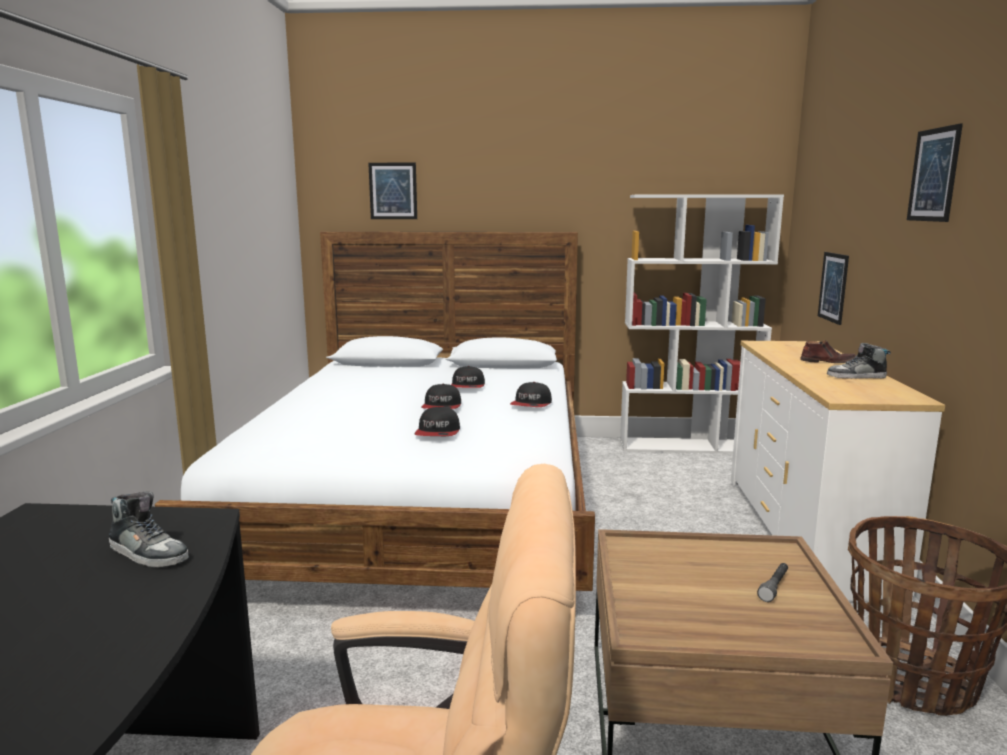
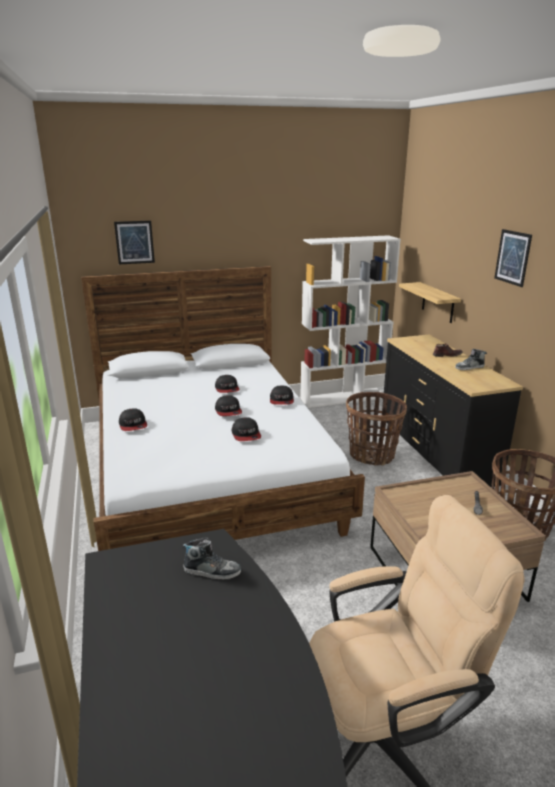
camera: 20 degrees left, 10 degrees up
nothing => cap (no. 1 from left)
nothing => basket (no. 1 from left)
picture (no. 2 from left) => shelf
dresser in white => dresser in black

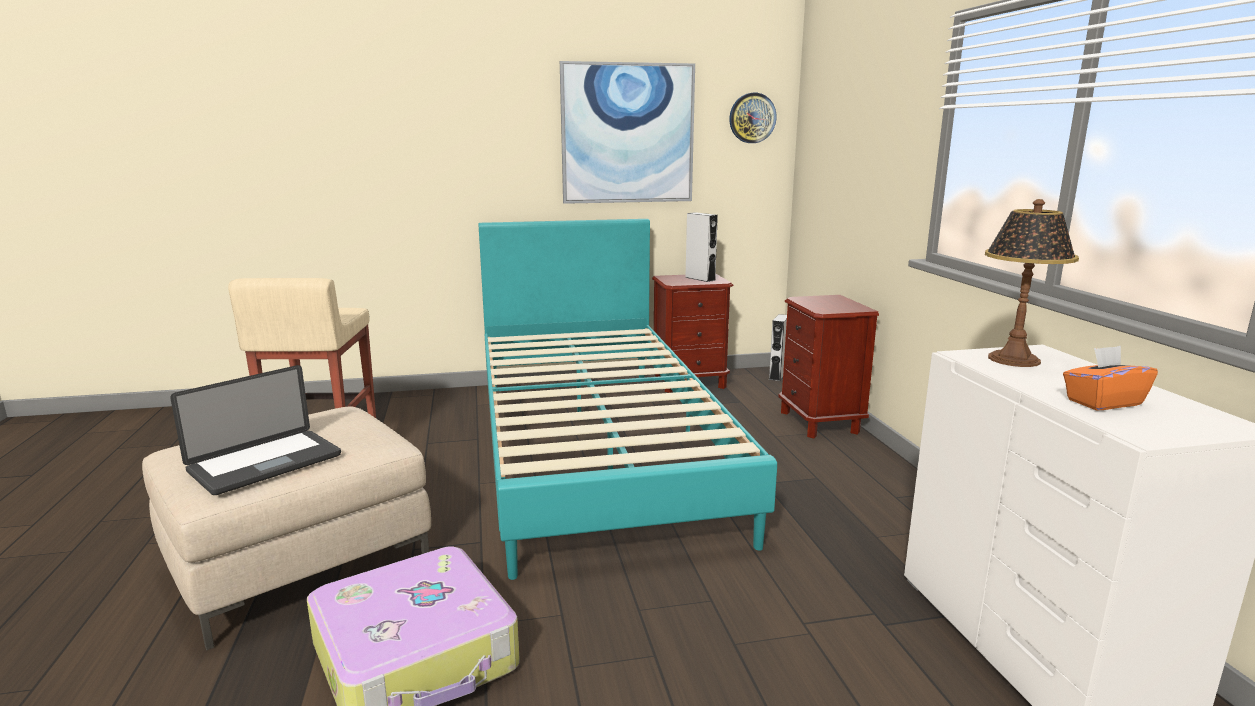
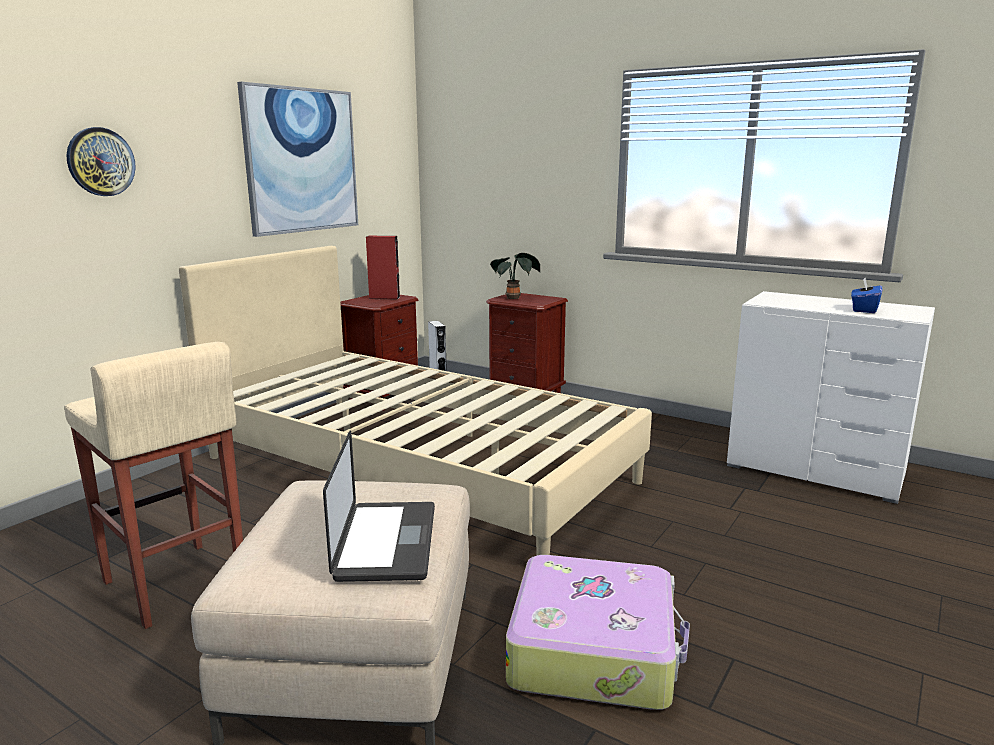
camera: 45 degrees left, 0 degrees up
table lamp => nothing
nothing => potted plant
wall clock, relocated
bed in turquoise => bed in beige
speaker in grey (no. 1 from left) => speaker in red
tissue box in orange => tissue box in blue

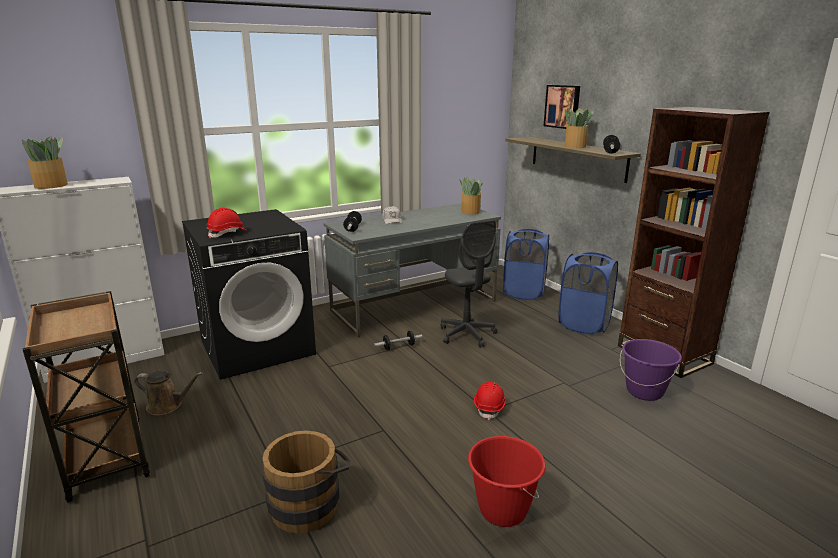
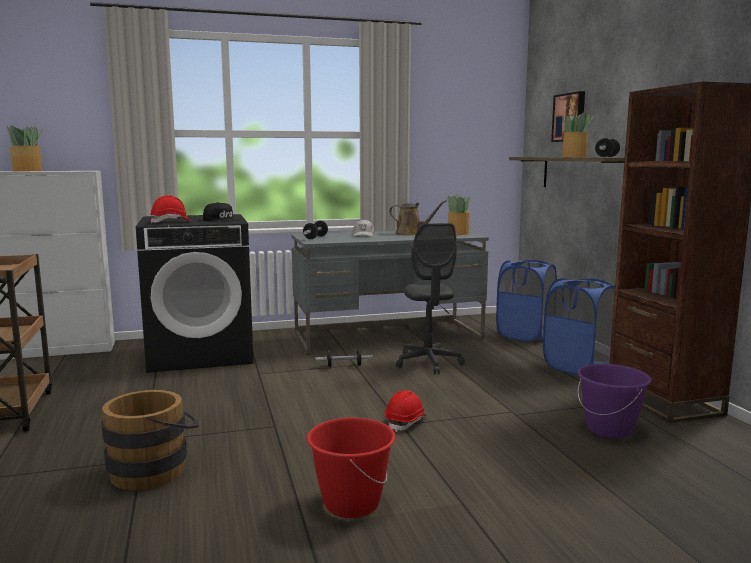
camera: 15 degrees right, 10 degrees down
nothing => cap in black
watering can in brown, relocated

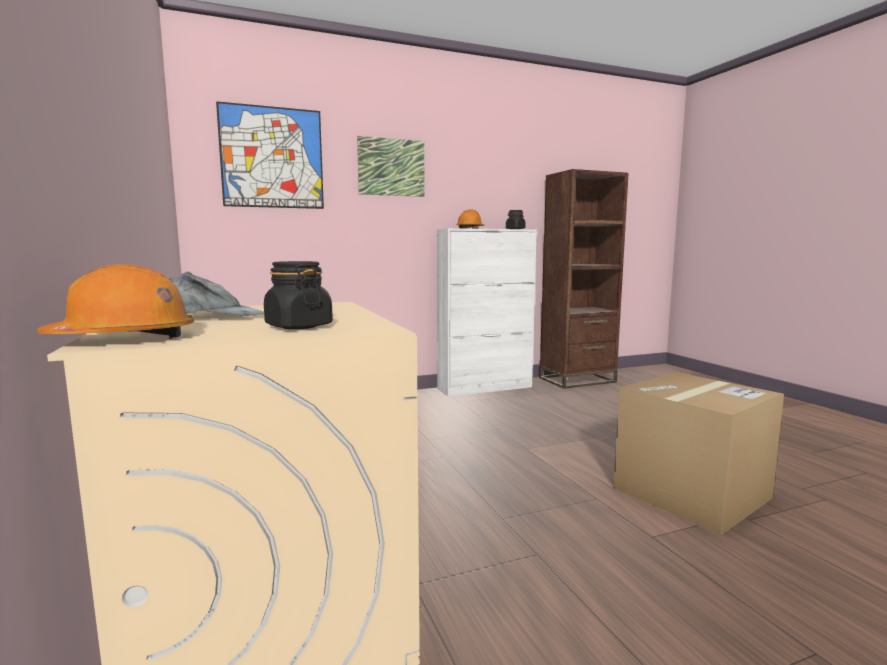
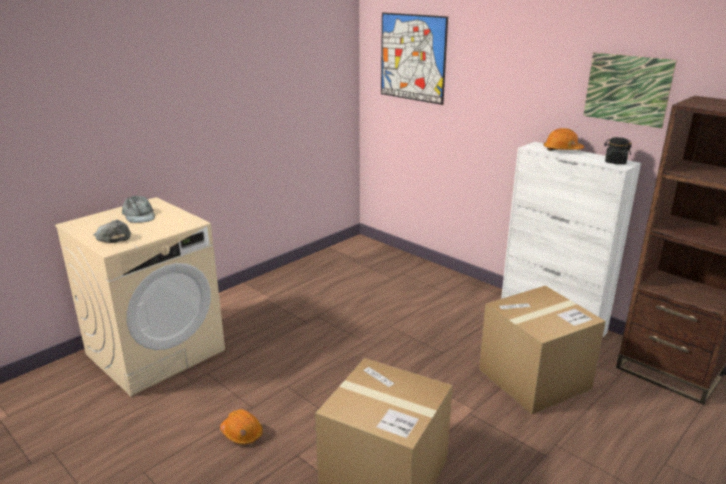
camera: 65 degrees right, 15 degrees up
nothing => cardboard box (no. 2 from left)
hard hat in orange (no. 1 from left), relocated
picture (no. 2 from left), relocated
jar in black (no. 1 from left) => cap in grey (no. 1 from left)

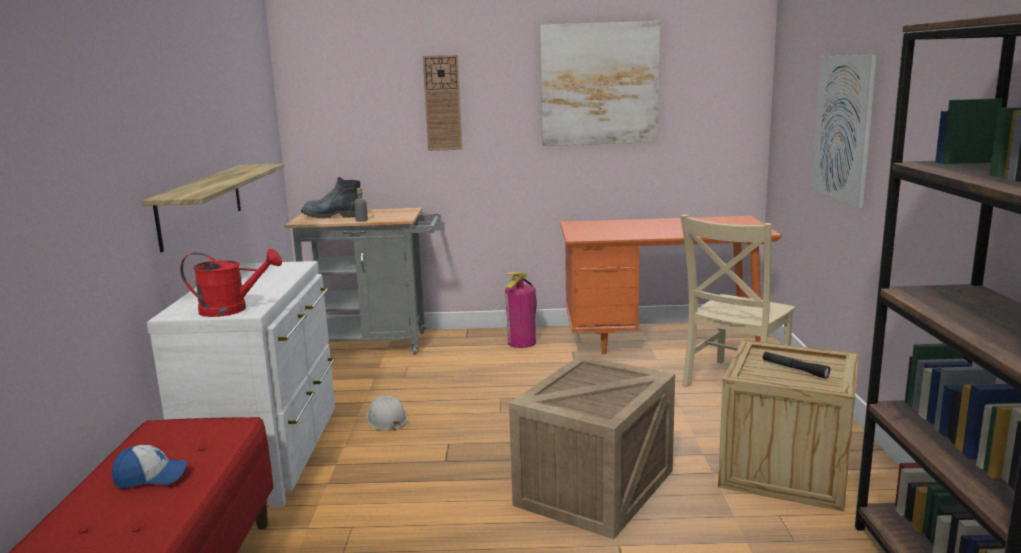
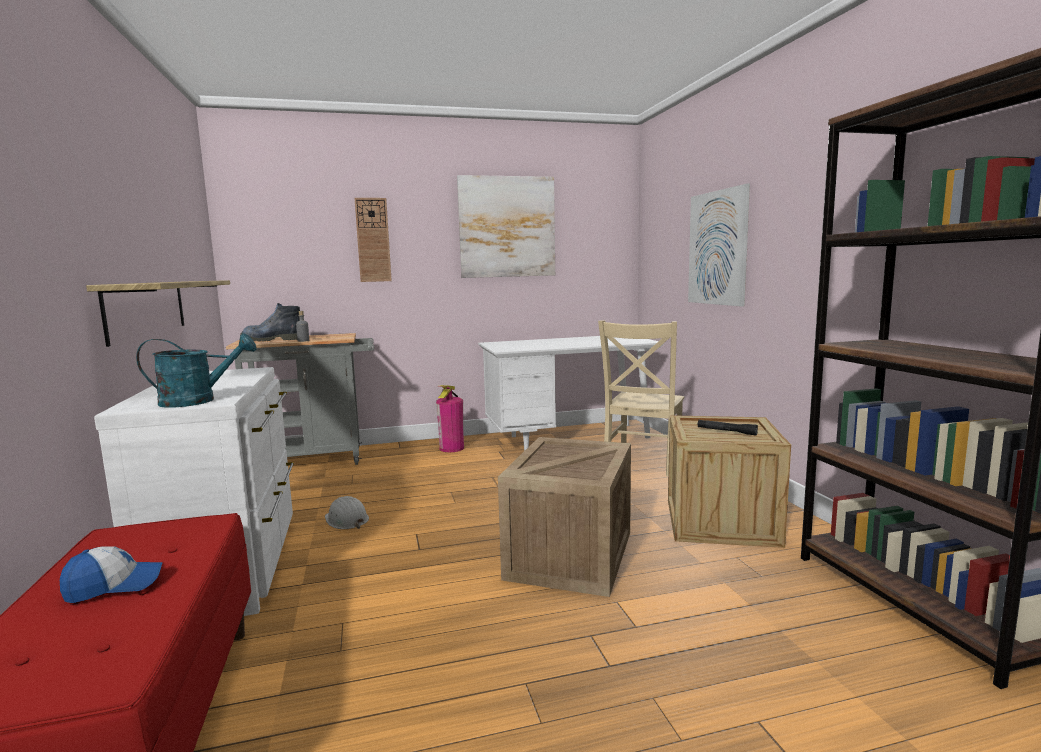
camera: 15 degrees left, 5 degrees down
watering can in red => watering can in turquoise
desk in orange => desk in white

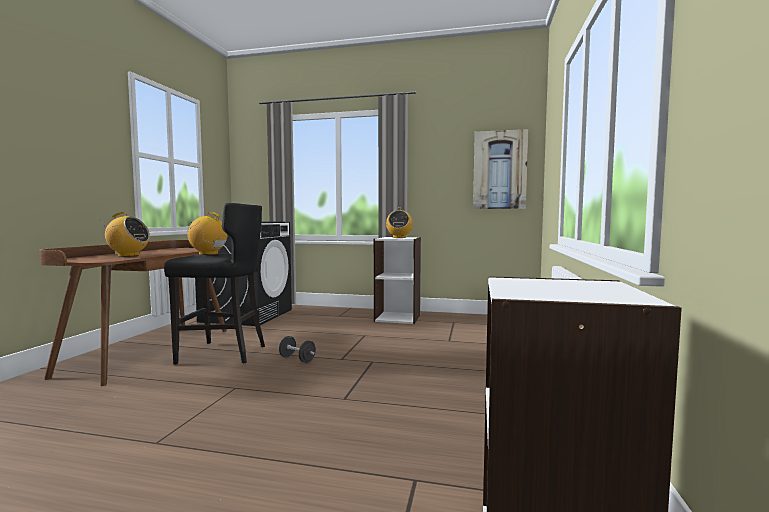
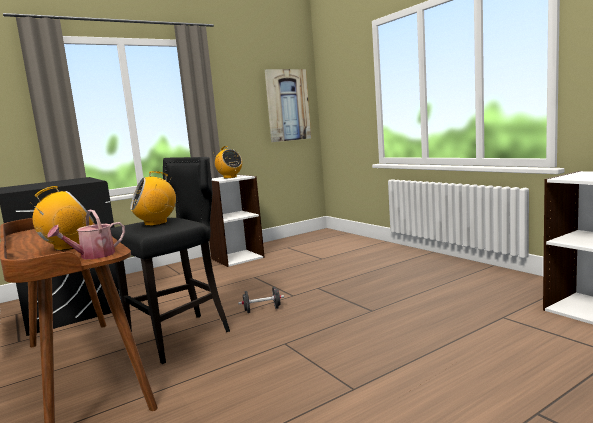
camera: 45 degrees left, 5 degrees up
nothing => watering can

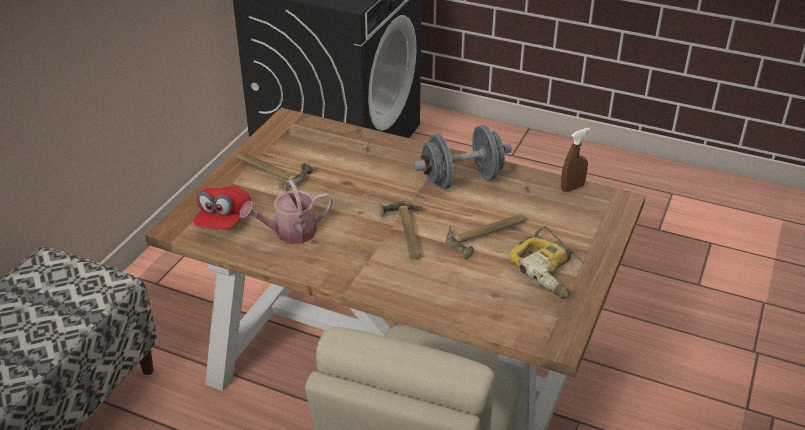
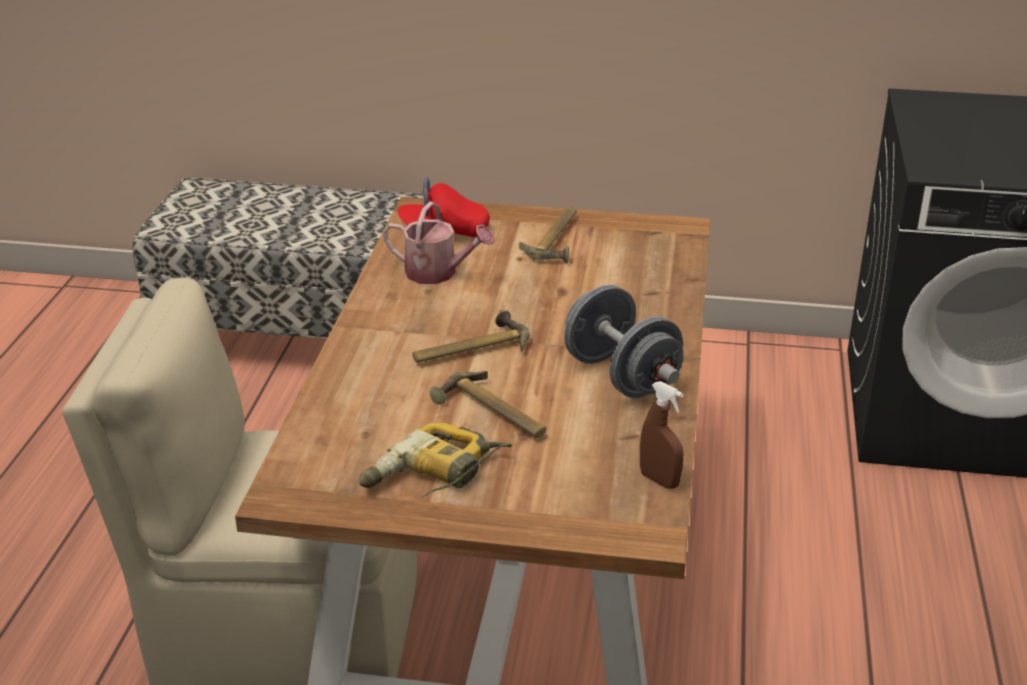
camera: 75 degrees right, 5 degrees down
watering can, 150 degrees clockwise

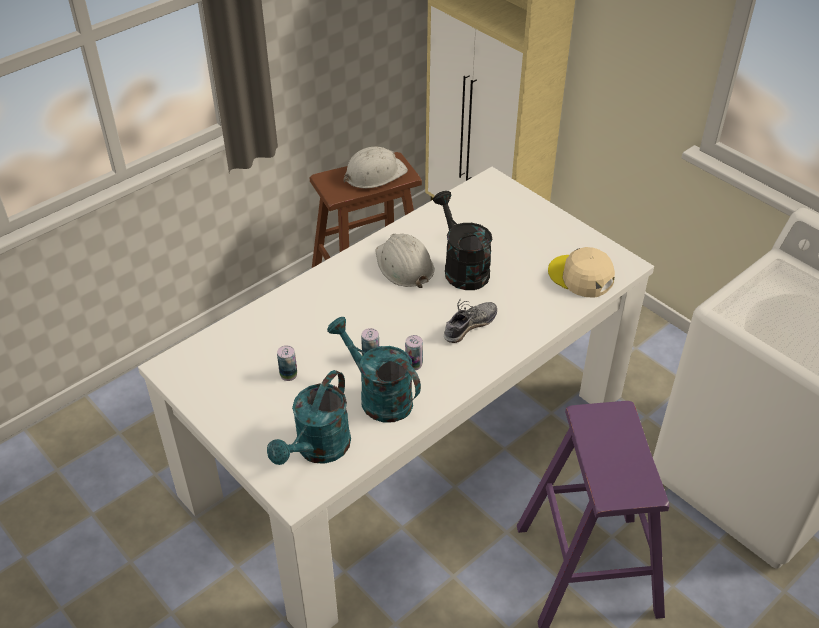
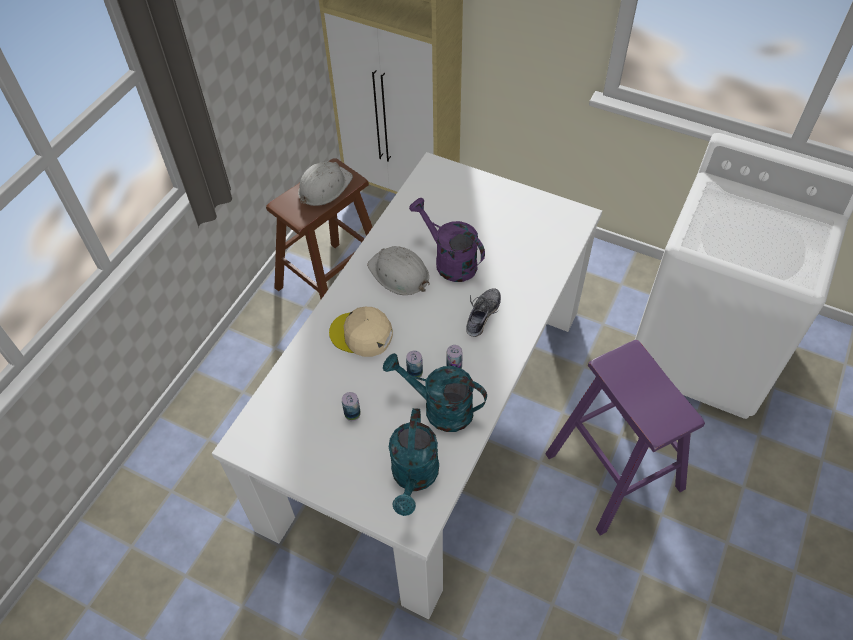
camera: 20 degrees left, 10 degrees up
cap in beige, relocated
watering can in black => watering can in purple

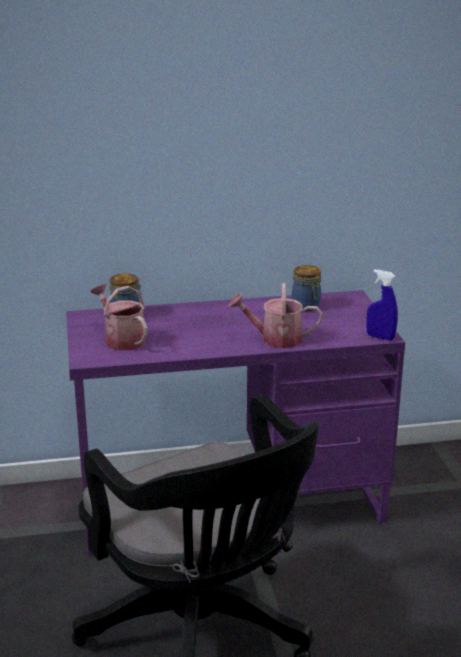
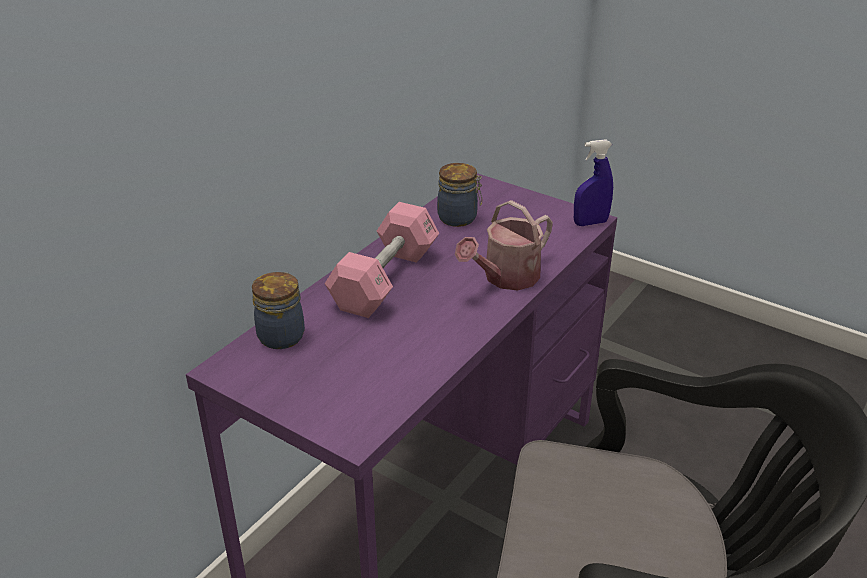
camera: 45 degrees left, 10 degrees up
watering can (no. 1 from left) => nothing
nothing => dumbbell in pink

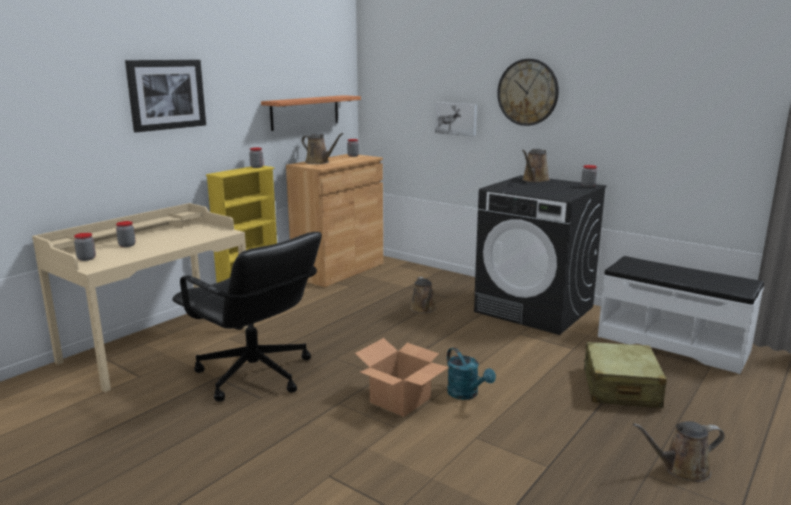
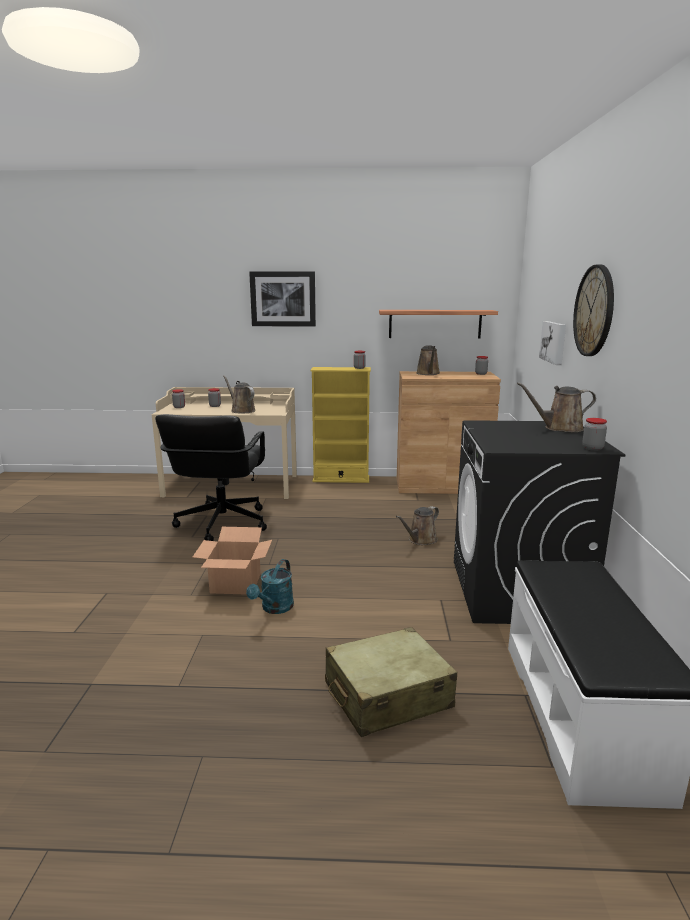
camera: 55 degrees right, 0 degrees up
watering can in brown (no. 4 from left in the first image) => watering can in brown (no. 1 from left), relocated

